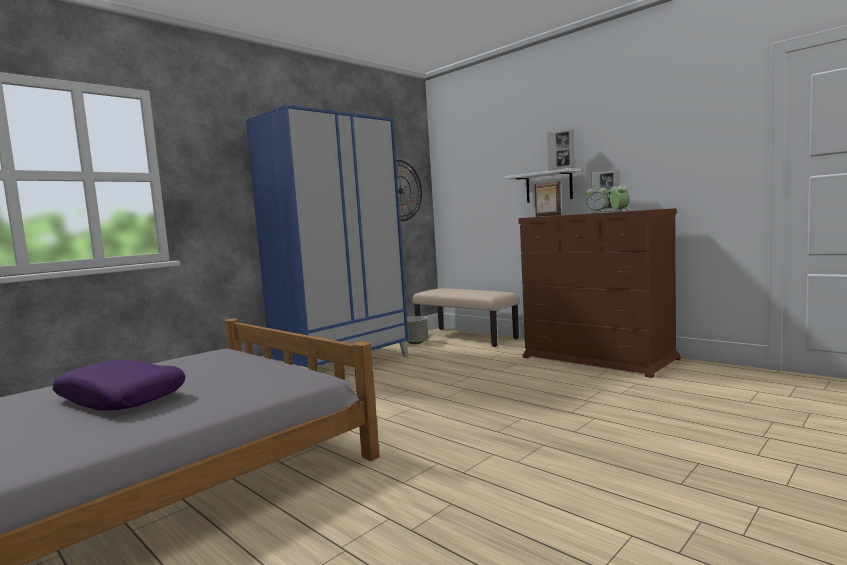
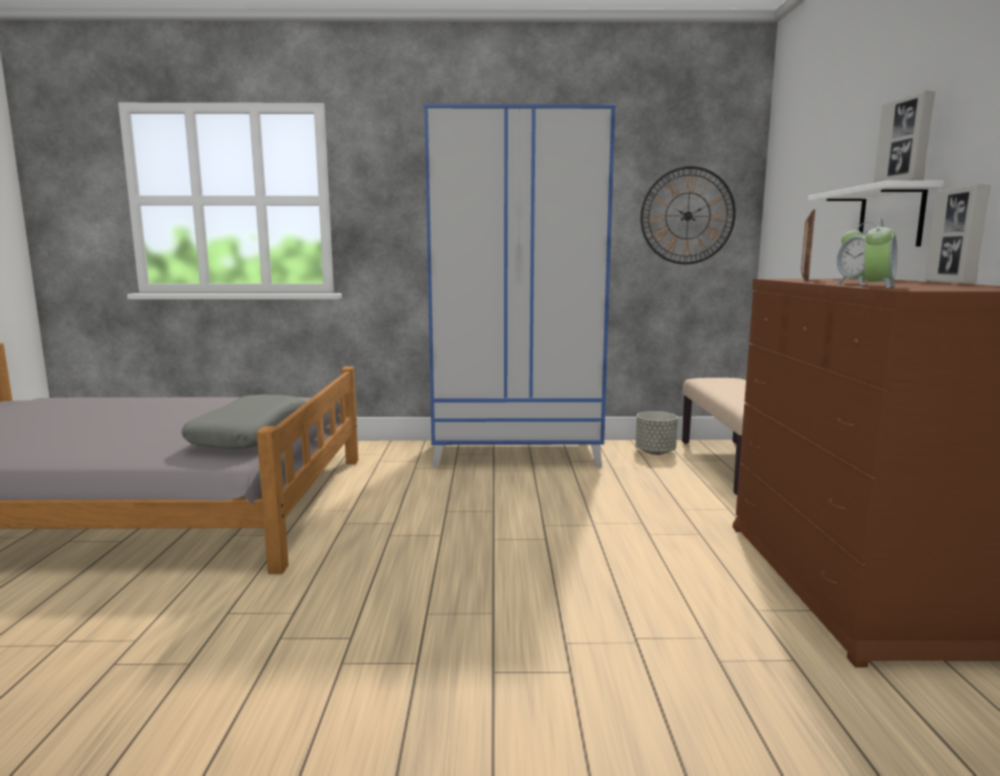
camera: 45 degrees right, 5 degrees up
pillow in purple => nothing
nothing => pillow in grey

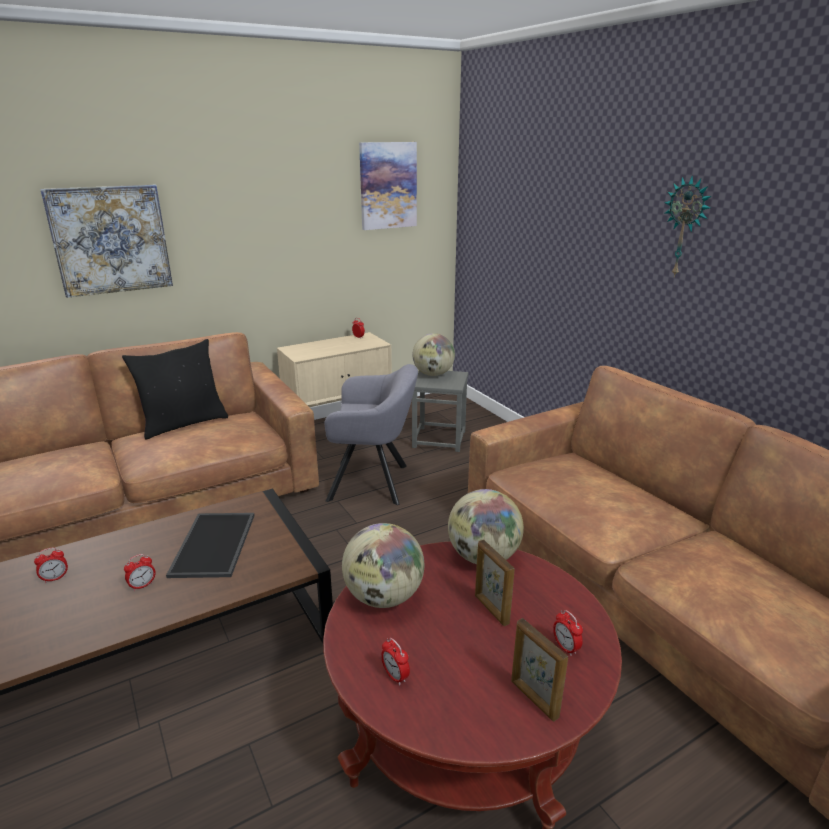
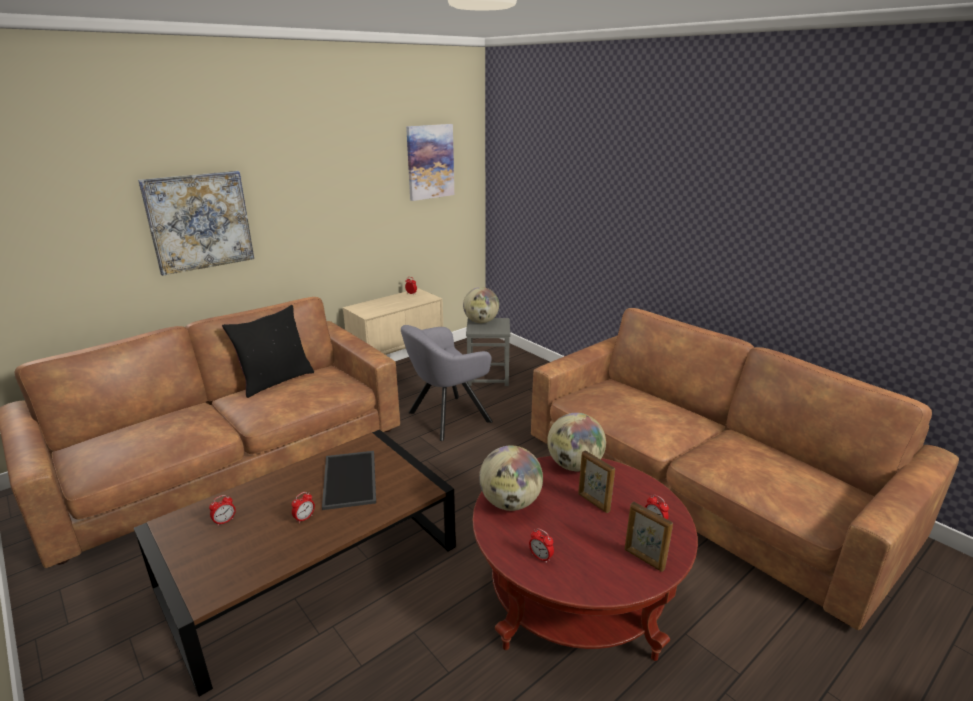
camera: 10 degrees left, 0 degrees up
wall clock => nothing
armchair in grey, 150 degrees clockwise

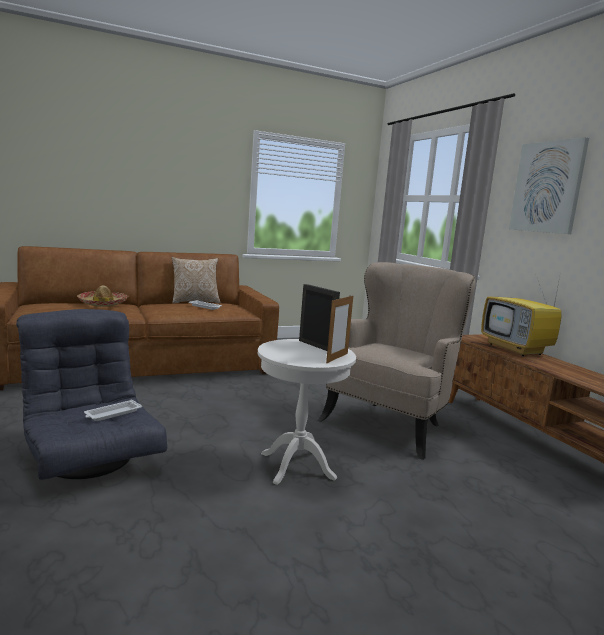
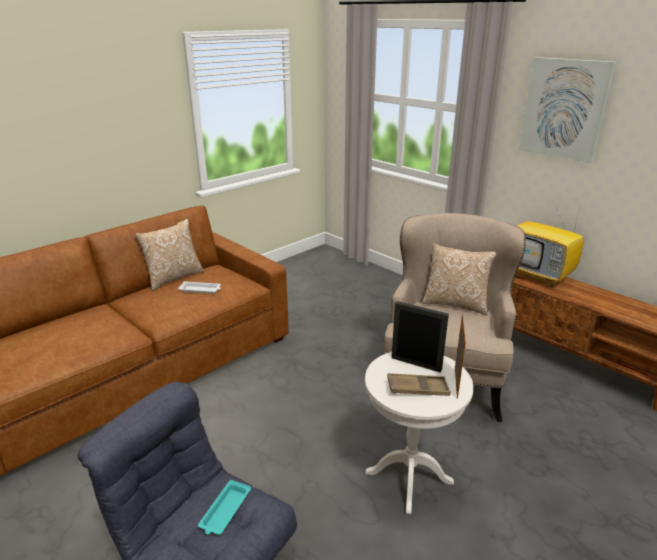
camera: 20 degrees left, 15 degrees up
hat => nothing
nothing => tray in brown
nothing => pillow (no. 2 from left)
tray in white (no. 1 from left) => tray in turquoise

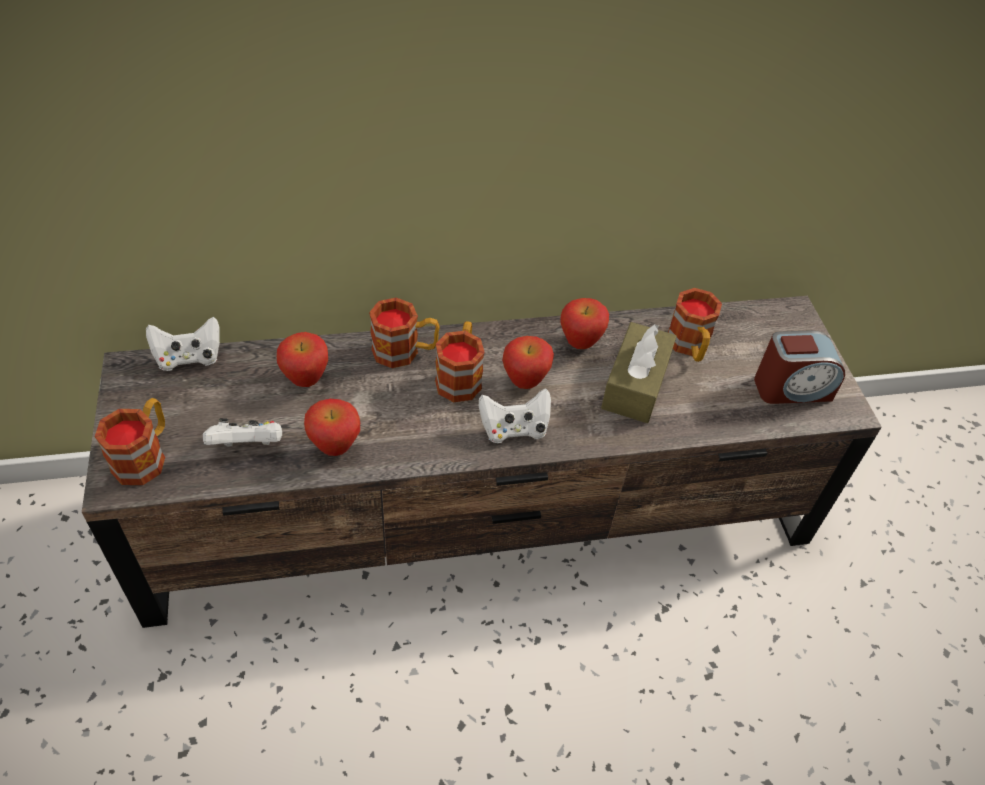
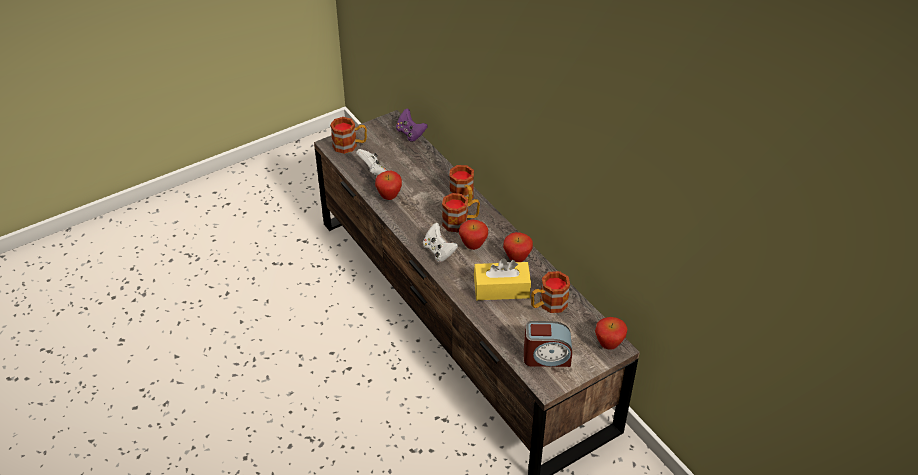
camera: 70 degrees right, 5 degrees down
apple (no. 1 from left in the first image) => apple (no. 4 from left), relocated
game controller in white (no. 1 from left) => game controller in purple
tissue box in brown => tissue box in yellow
alarm clock, 60 degrees counterclockwise

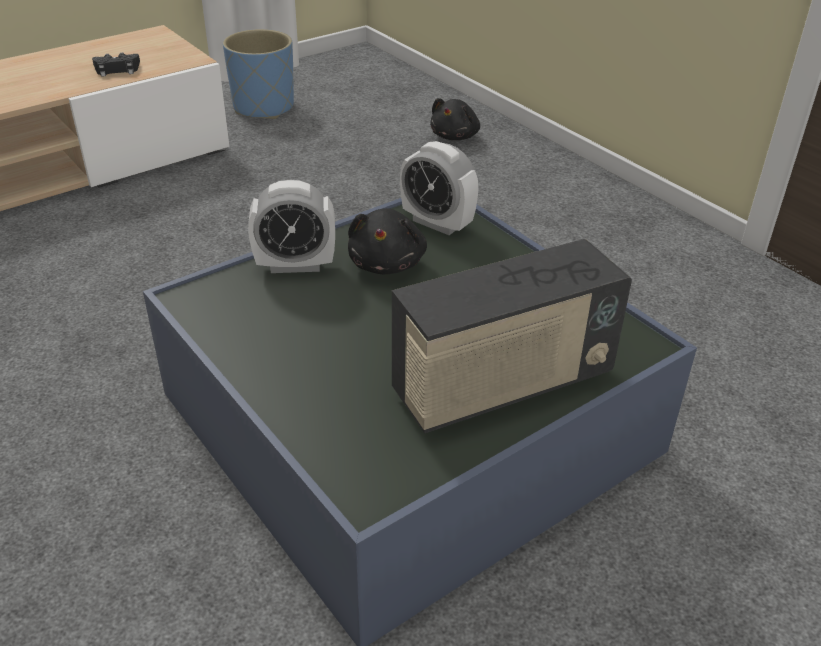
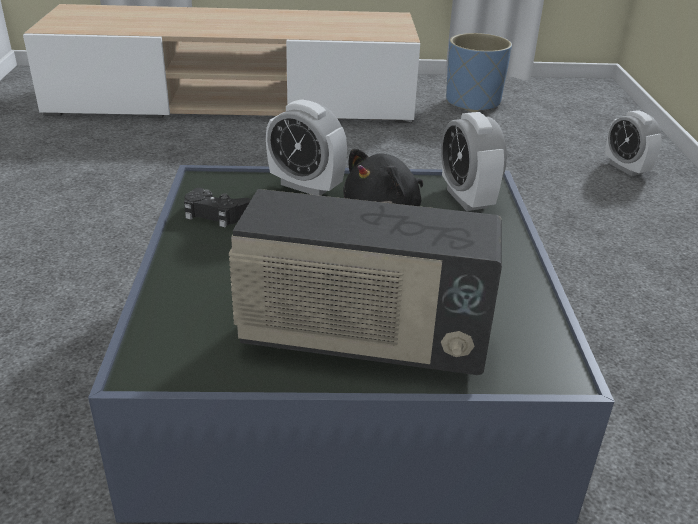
camera: 35 degrees right, 5 degrees down
game controller in black, relocated
plush toy in black (no. 2 from left) => alarm clock (no. 3 from left)

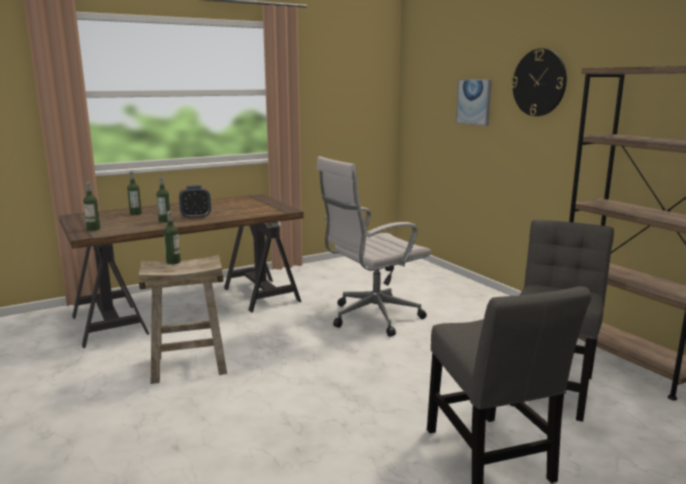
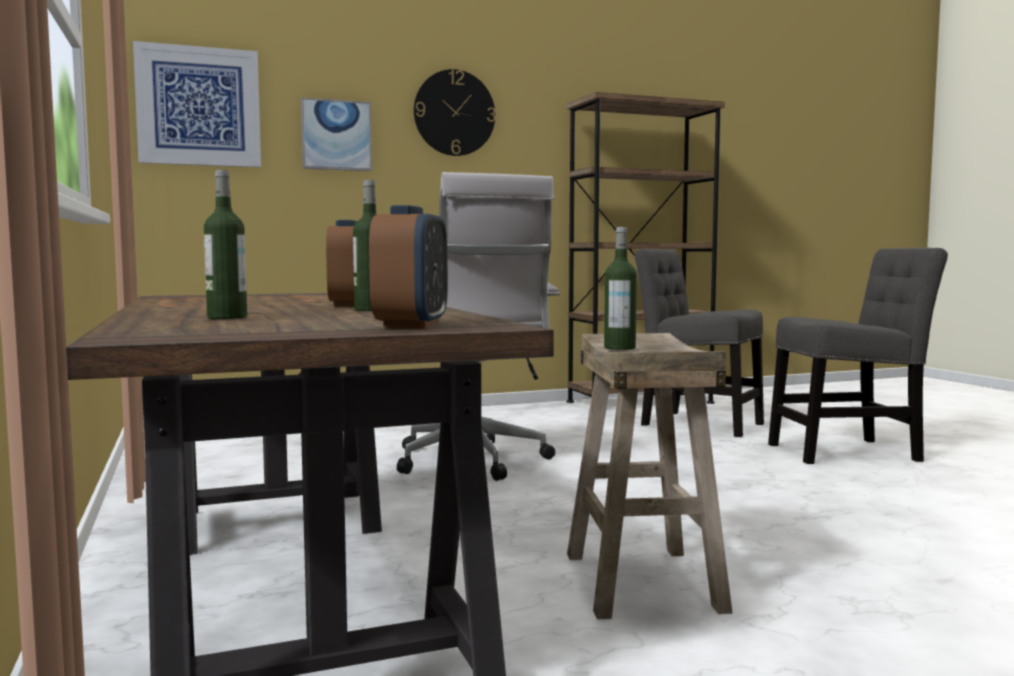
camera: 80 degrees left, 10 degrees down
nothing => picture (no. 1 from left)
bottle (no. 1 from left) => alarm clock (no. 2 from left)

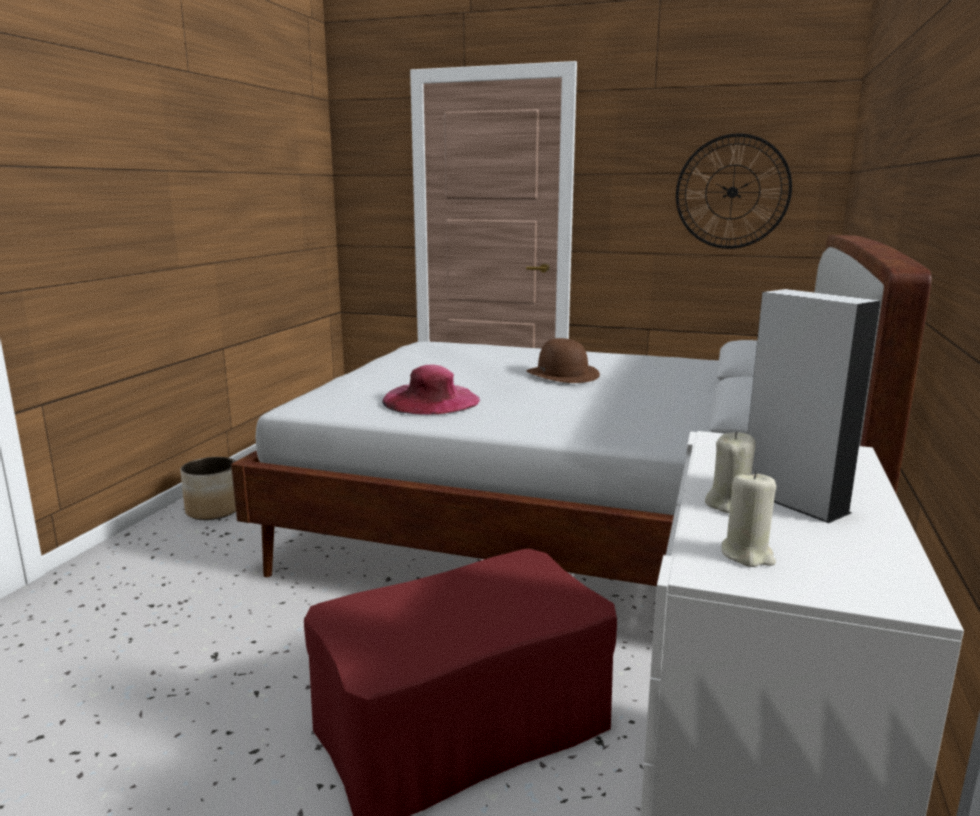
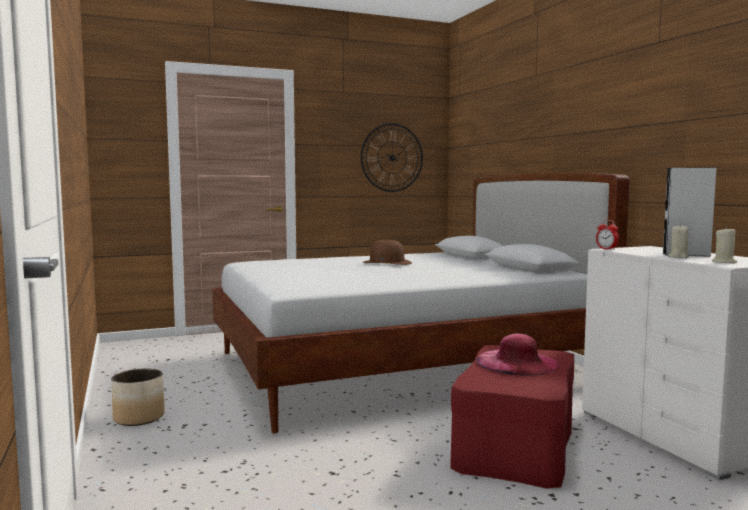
camera: 40 degrees left, 10 degrees down
nothing => alarm clock
hat in pink, relocated

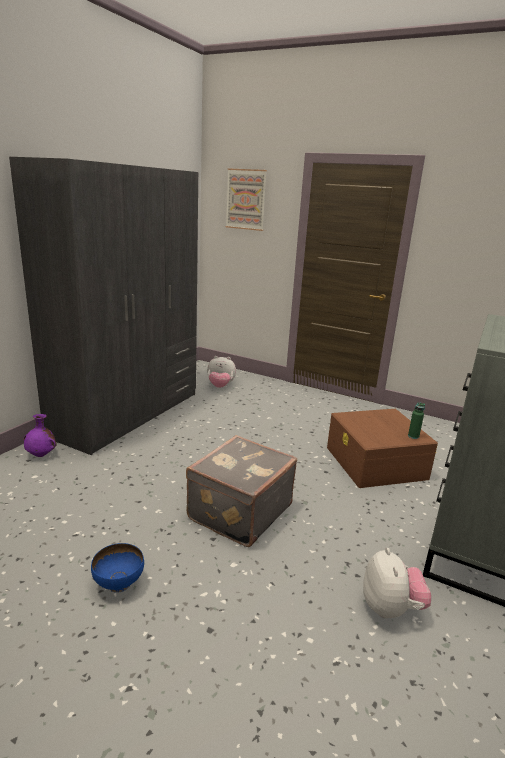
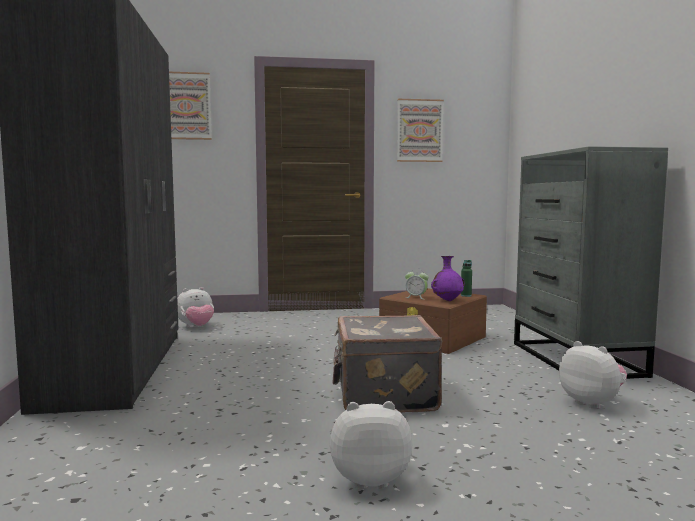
camera: 35 degrees left, 15 degrees down
nothing => picture (no. 2 from left)
nothing => alarm clock
vase in purple, relocated
bowl in blue => plush toy (no. 2 from left)

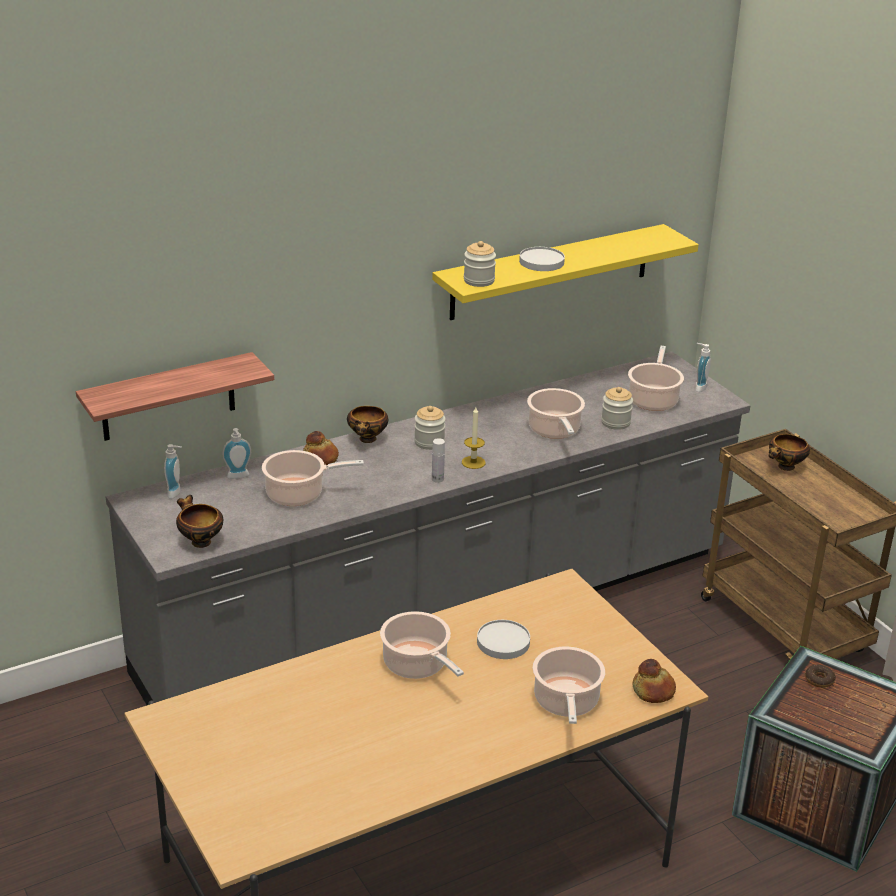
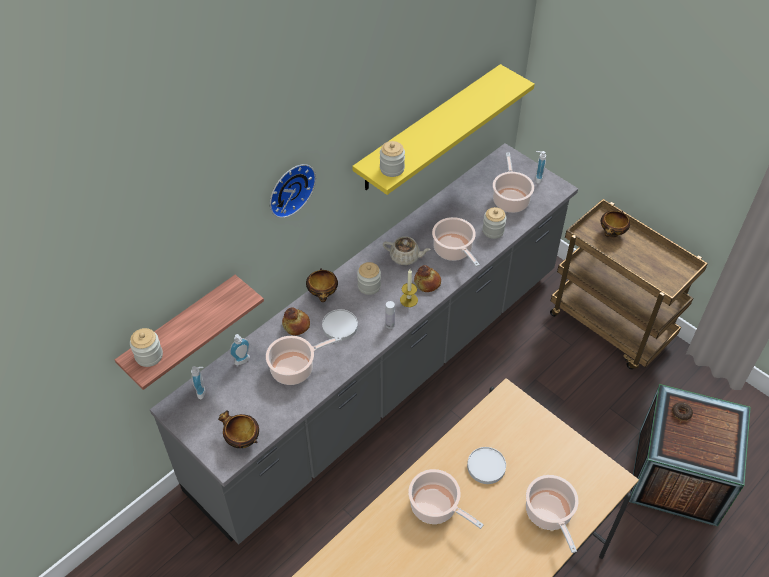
camera: 15 degrees left, 20 degrees up
nothing => jar (no. 1 from left)
nothing => wall clock
nothing => teapot in beige
plate in white (no. 2 from left in the first image) => plate in white (no. 1 from left), relocated
bread (no. 2 from left), relocated

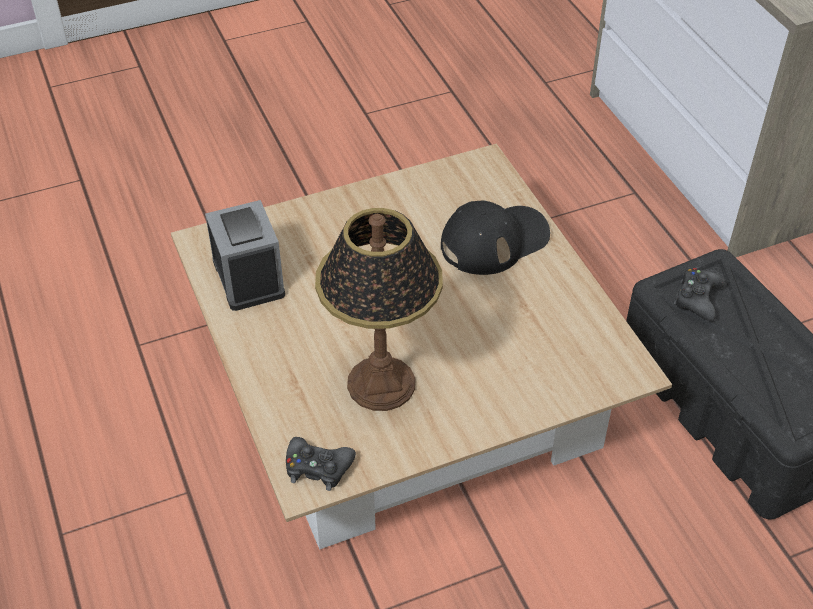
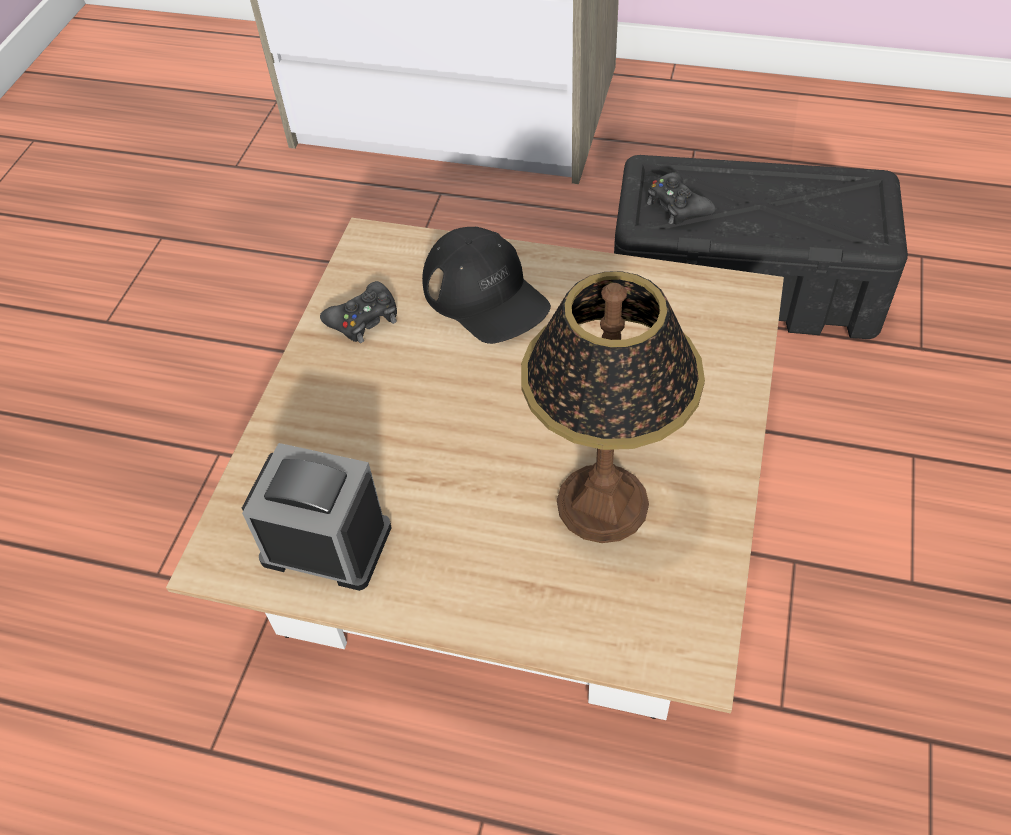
camera: 50 degrees left, 5 degrees up
game controller in black (no. 1 from left), relocated
cap in black, 135 degrees clockwise

